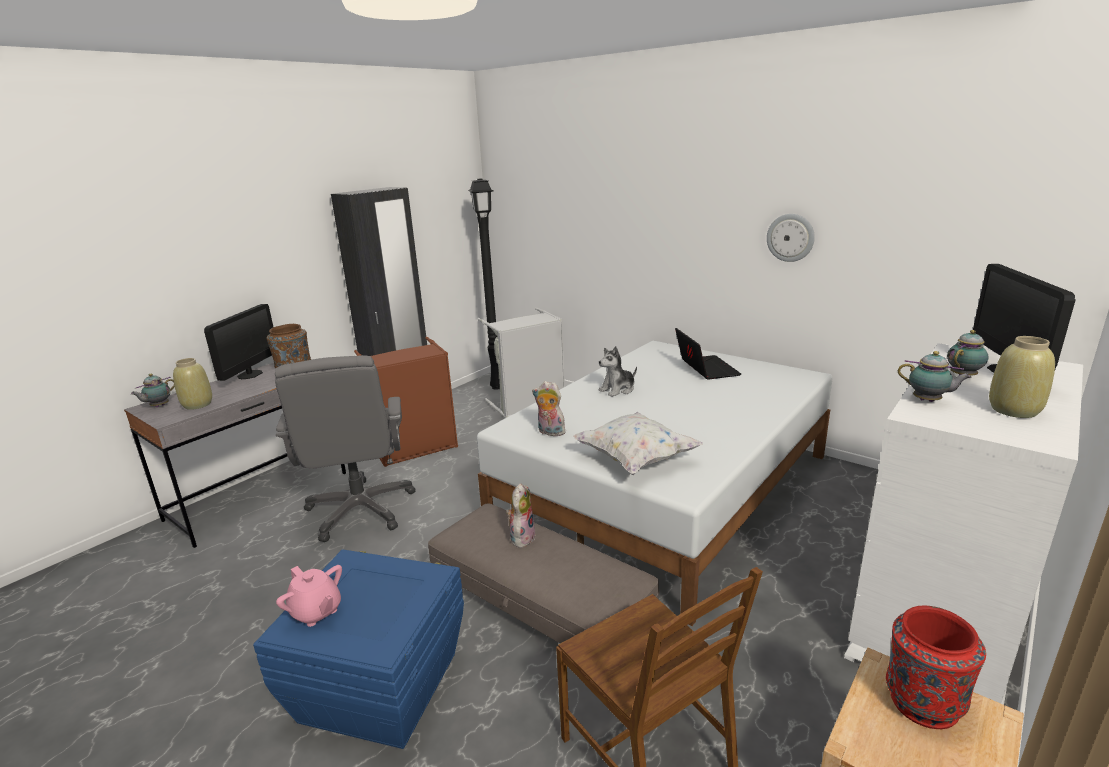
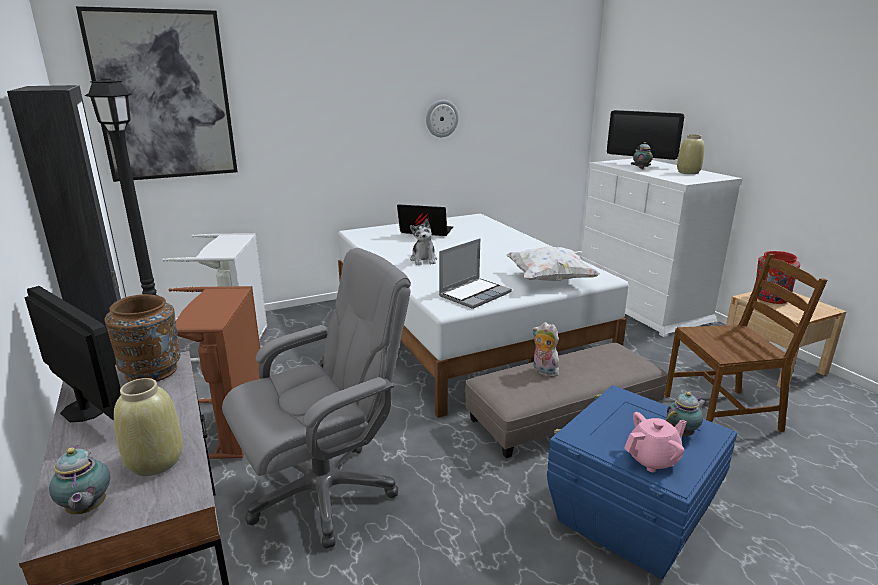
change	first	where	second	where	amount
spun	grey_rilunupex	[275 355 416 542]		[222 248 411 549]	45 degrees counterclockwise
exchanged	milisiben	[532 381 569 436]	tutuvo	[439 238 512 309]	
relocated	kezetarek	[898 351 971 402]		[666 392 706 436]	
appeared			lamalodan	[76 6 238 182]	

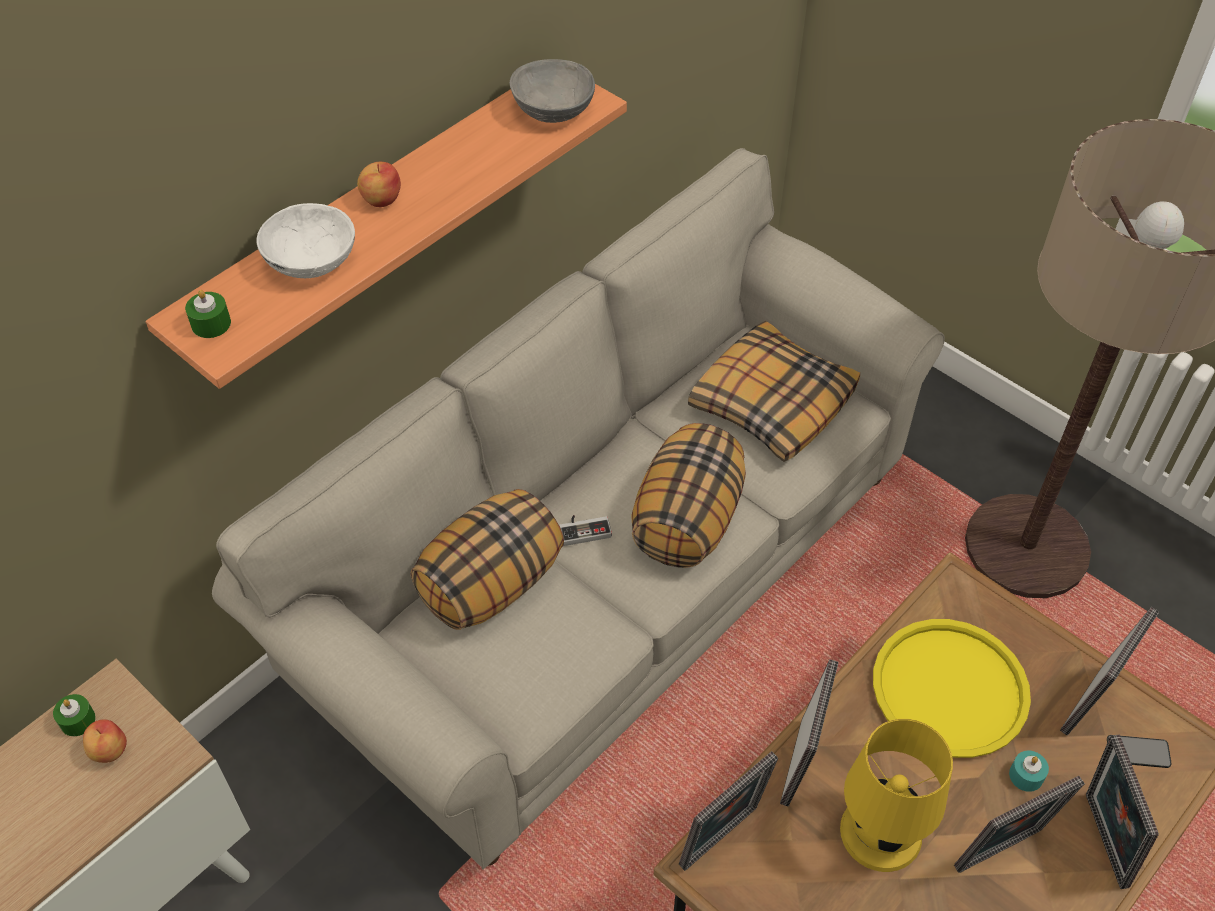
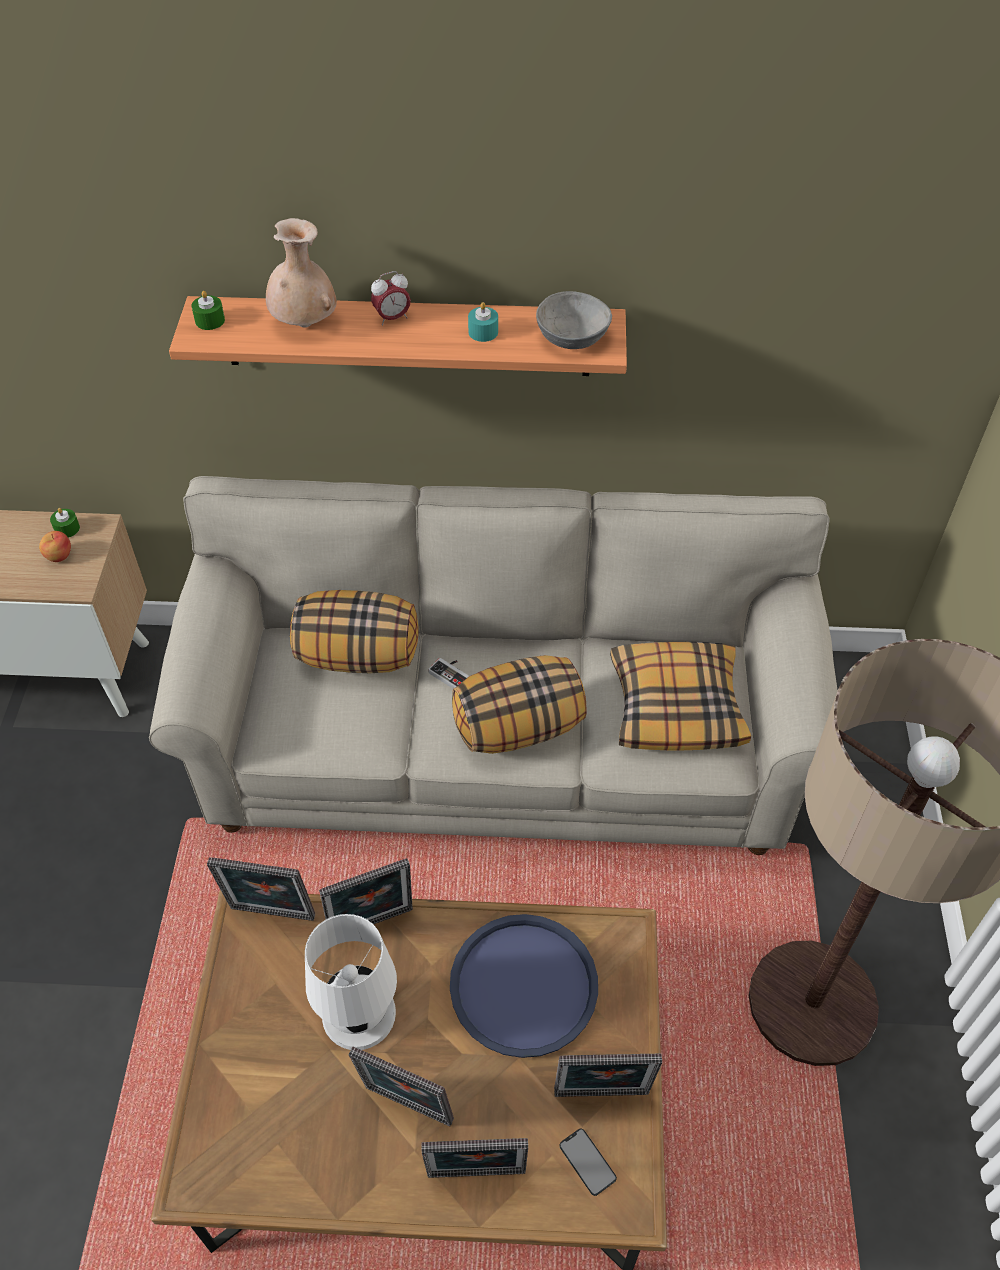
change	first	where	second	where	amount
exchanged	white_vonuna	[257 203 355 278]	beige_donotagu	[266 218 337 328]	
exchanged	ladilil	[357 162 401 207]	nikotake	[371 271 411 325]	
colour	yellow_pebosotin	[840 719 953 872]	white_pebosotin	[305 914 397 1050]	
colour	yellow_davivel	[873 619 1031 758]	blue_davivel	[450 914 598 1058]	
relocated	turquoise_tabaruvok	[1009 751 1049 792]		[468 302 498 342]	
spun	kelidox	[1086 735 1159 889]		[421 1138 528 1178]	135 degrees counterclockwise

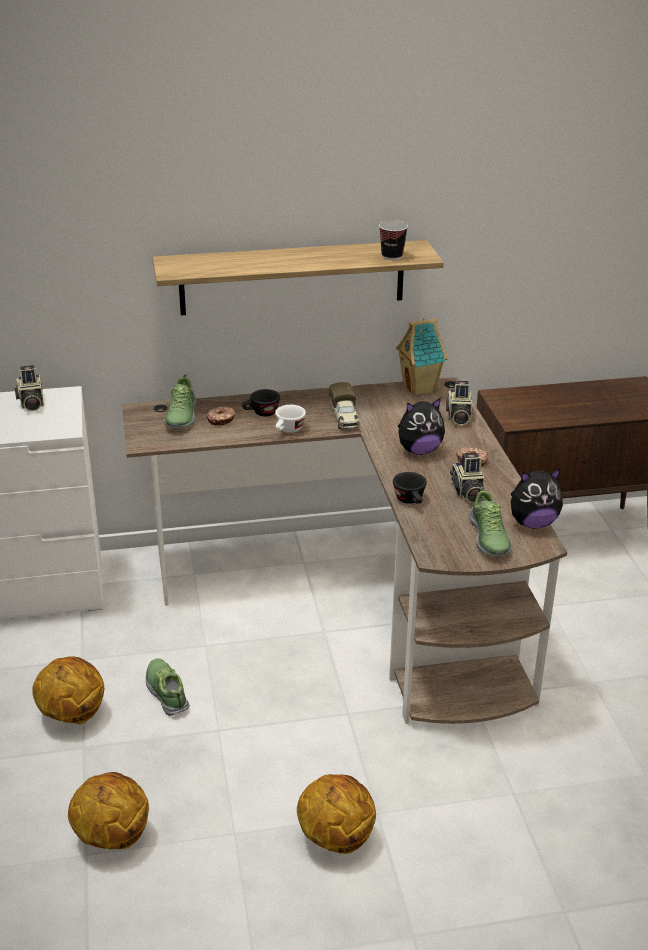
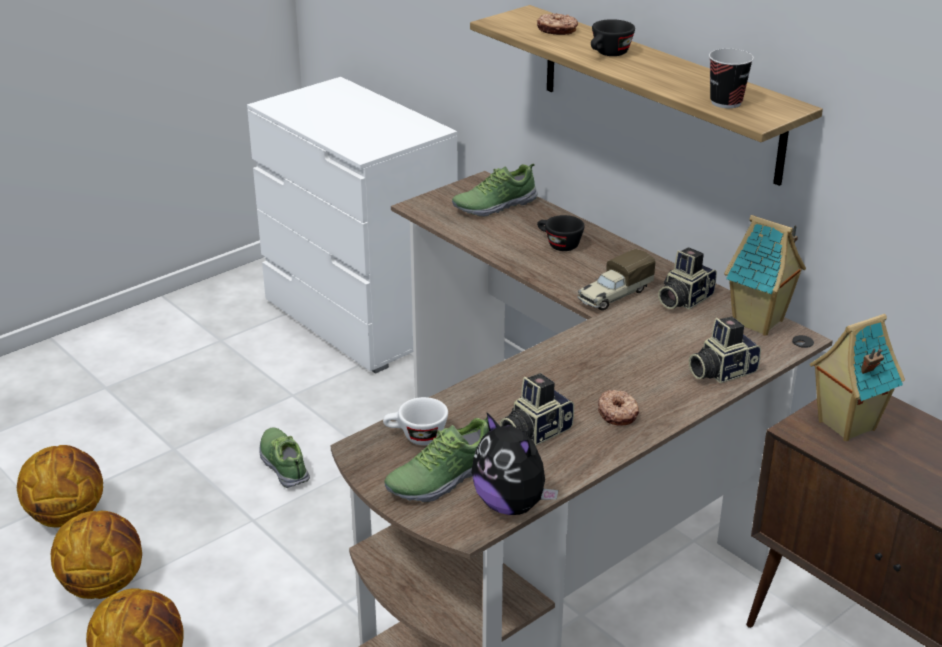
change	first	where	second	where	amount
relocated	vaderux	[15 365 44 412]		[658 248 717 310]	
relocated	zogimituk	[32 656 104 724]		[51 511 142 599]	
spun	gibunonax	[146 658 190 716]		[259 428 310 488]	60 degrees counterclockwise
relocated	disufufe	[206 407 236 425]		[537 13 578 35]	
relocated	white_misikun	[275 405 306 433]		[383 397 448 445]	
relocated	black_misikun	[393 472 427 504]		[591 19 635 56]	
missing	milisiben	[398 398 445 455]			
appeared			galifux	[810 314 905 441]	

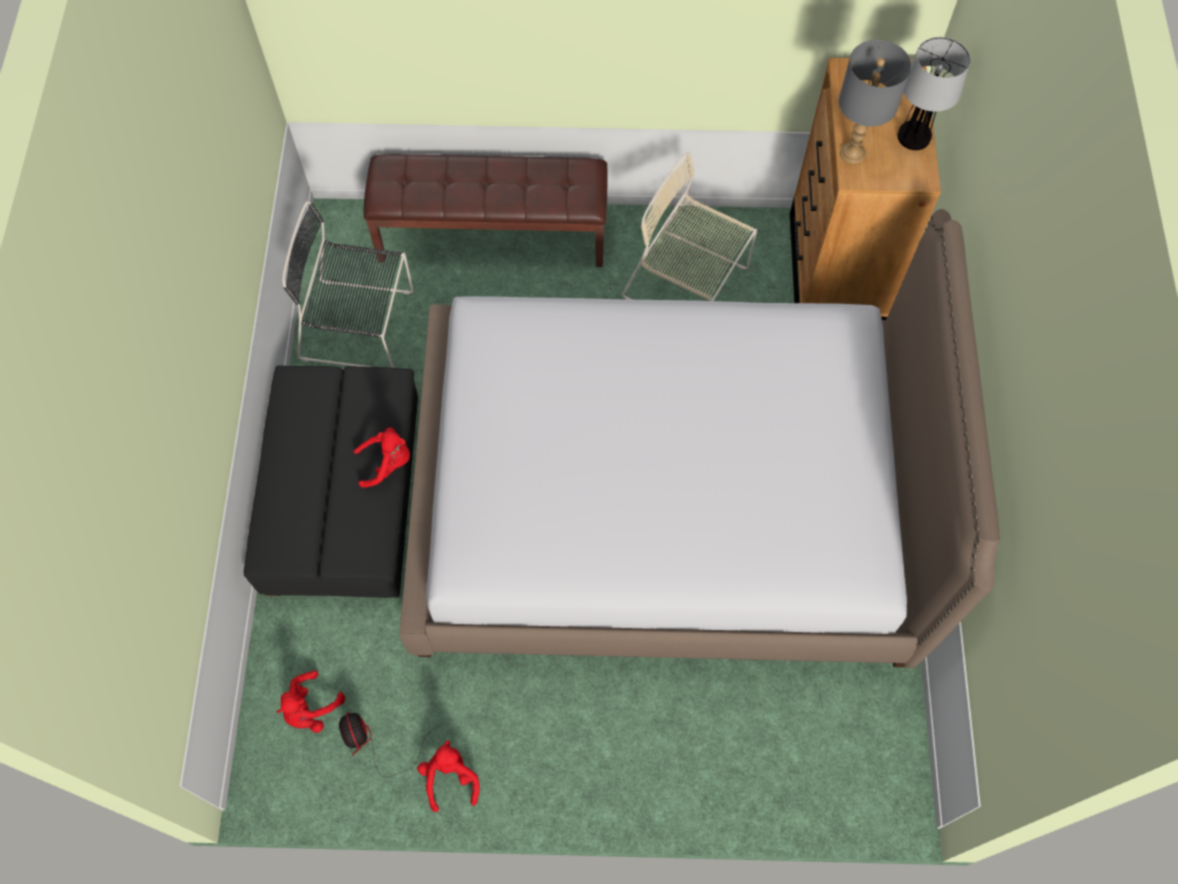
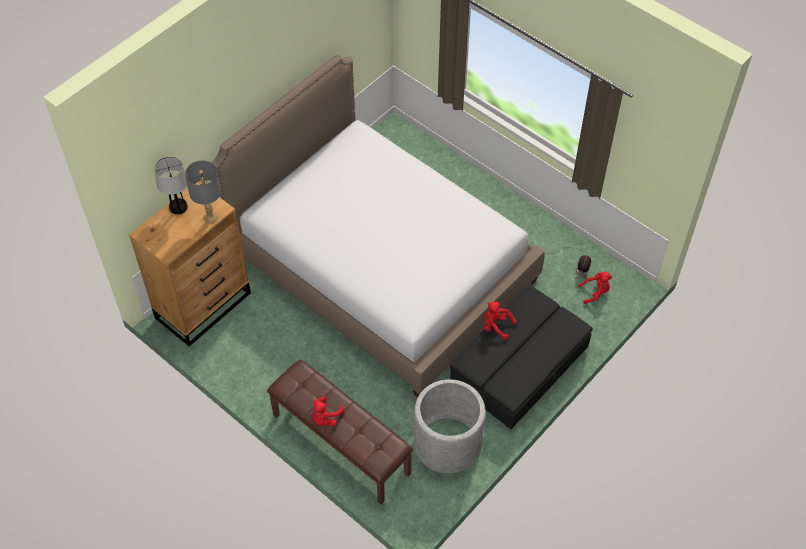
change	first	where	second	where	amount
exchanged	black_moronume	[282 201 414 368]	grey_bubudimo	[414 379 486 474]	
relocated	red_milisiben	[417 740 480 812]		[313 396 345 427]	
missing	beige_moronume	[622 152 757 301]			

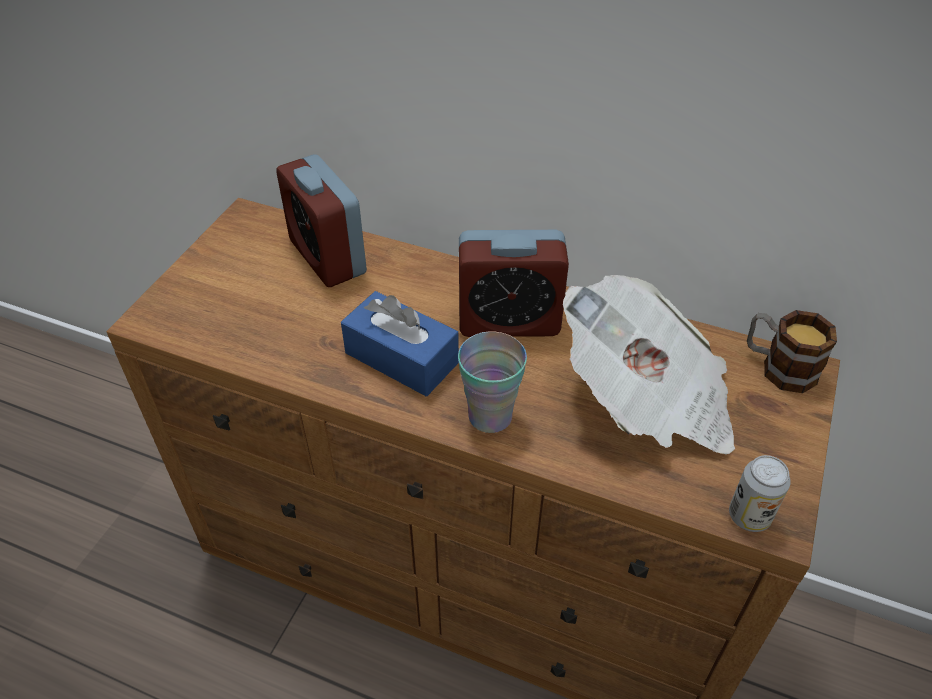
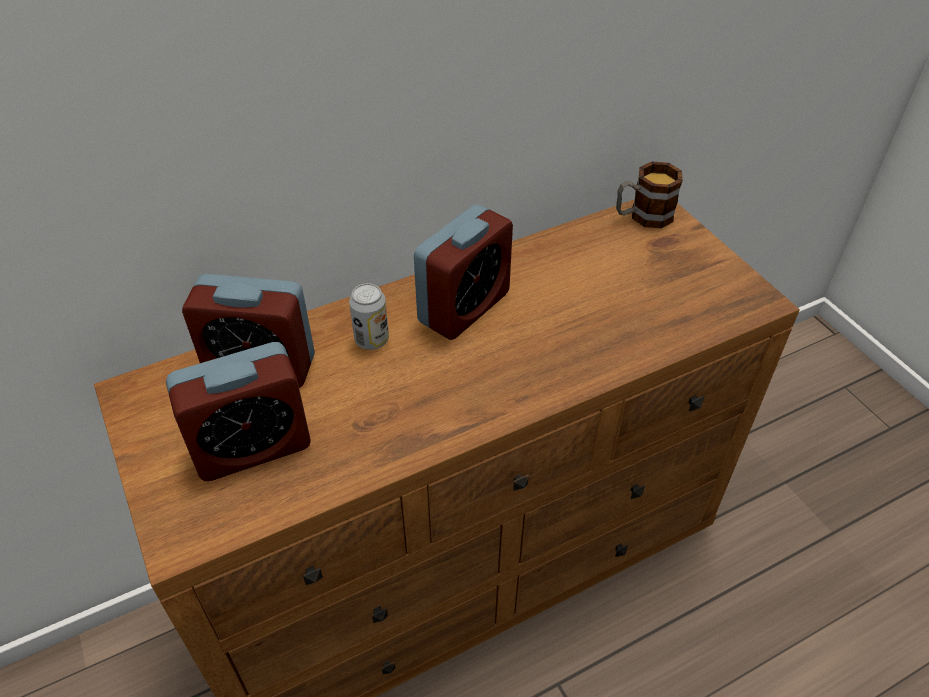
change	first	where	second	where	amount
missing	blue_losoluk	[341 291 459 396]			
missing	misikun	[458 332 527 433]			
missing	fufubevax	[563 275 735 454]			
relocated	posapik	[729 455 791 532]		[349 283 389 350]	
appeared			nikotake	[166 342 311 481]	

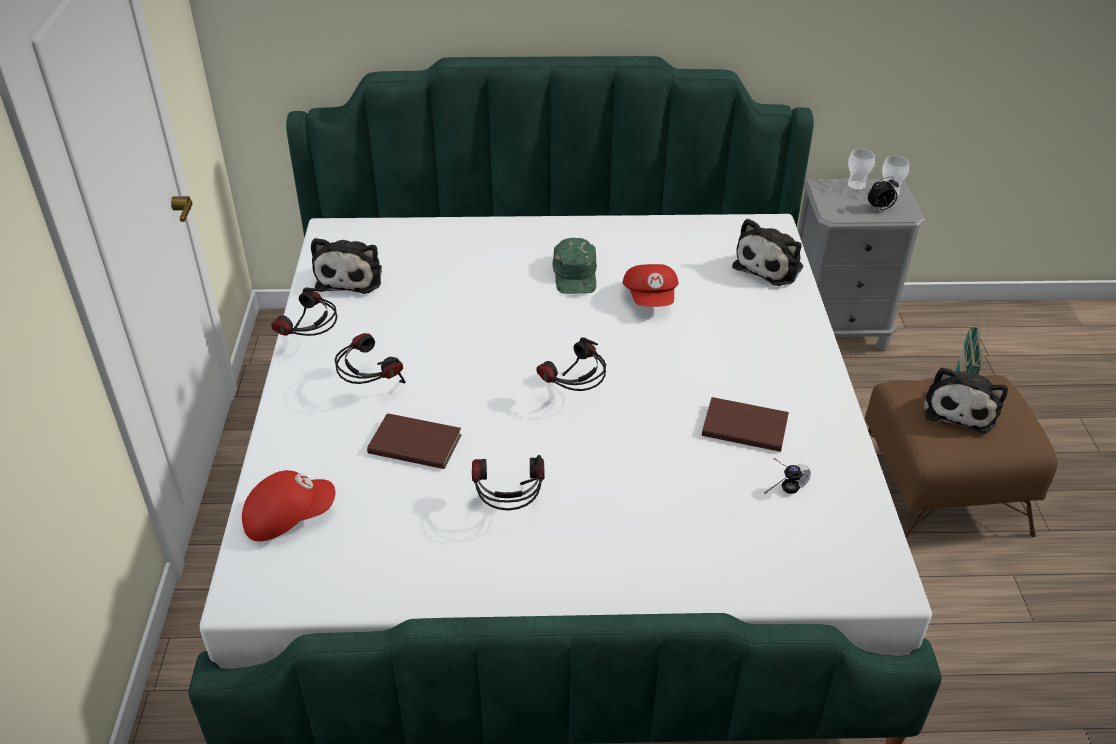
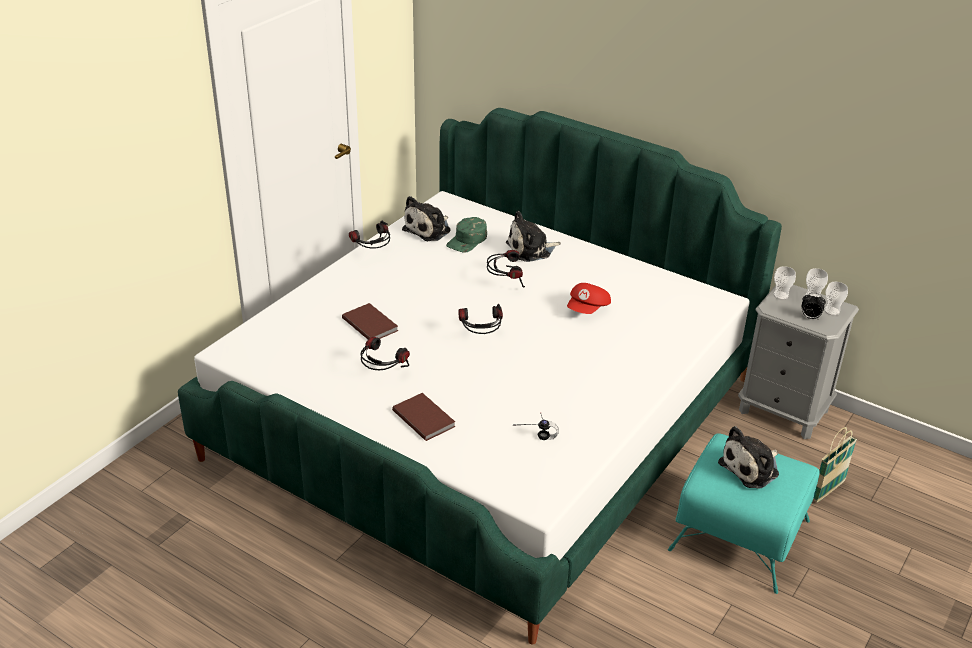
change	first	where	second	where	amount
missing	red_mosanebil	[242 470 336 542]			
relocated	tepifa	[335 333 406 384]		[487 250 525 287]	
relocated	green_mosanebil	[553 238 597 294]		[446 217 487 252]	
relocated	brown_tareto	[702 397 789 452]		[392 393 455 441]	
relocated	milisiben	[732 219 803 286]		[506 211 561 262]	
colour	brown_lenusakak	[865 375 1057 539]	turquoise_lenusakak	[668 433 820 594]	
appeared			misikun	[773 266 796 300]	

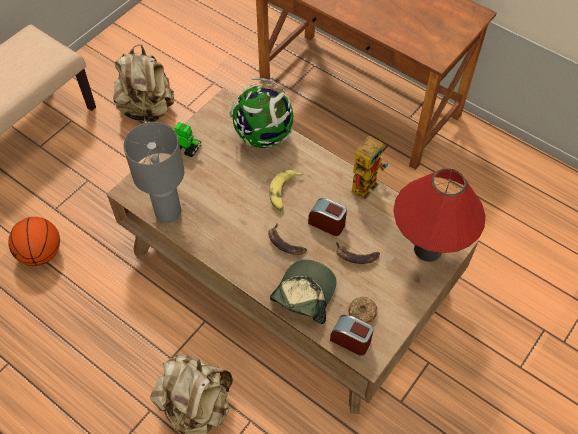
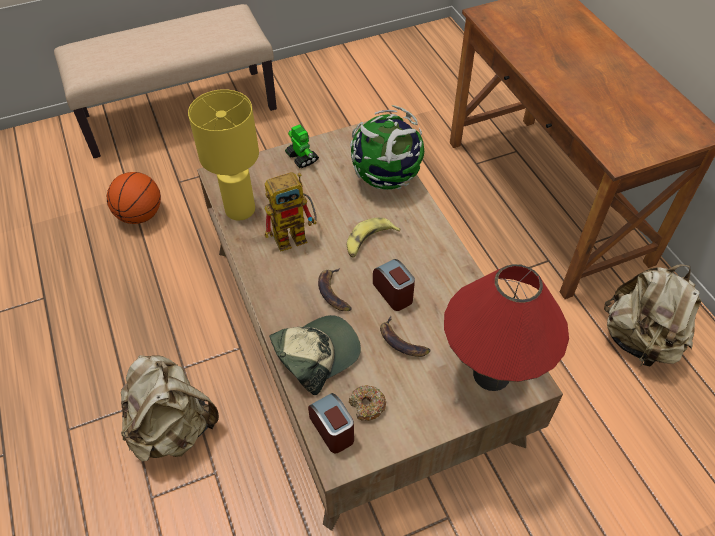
change	first	where	second	where	amount
relocated	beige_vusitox	[113 44 174 122]		[604 264 701 367]	
colour	grey_pebosotin	[123 122 184 223]	yellow_pebosotin	[188 89 259 221]	
relocated	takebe	[351 134 388 200]		[265 172 317 251]	

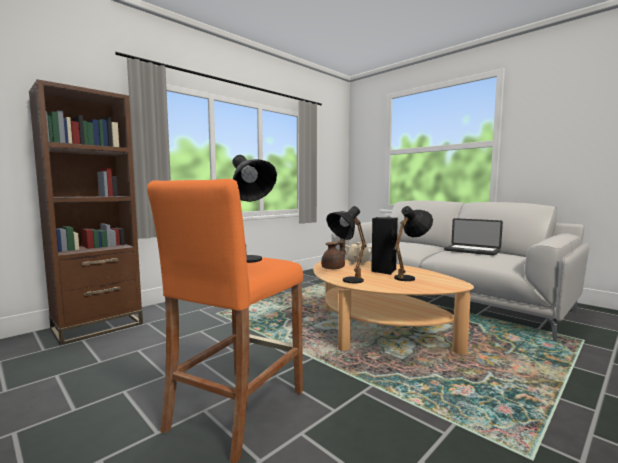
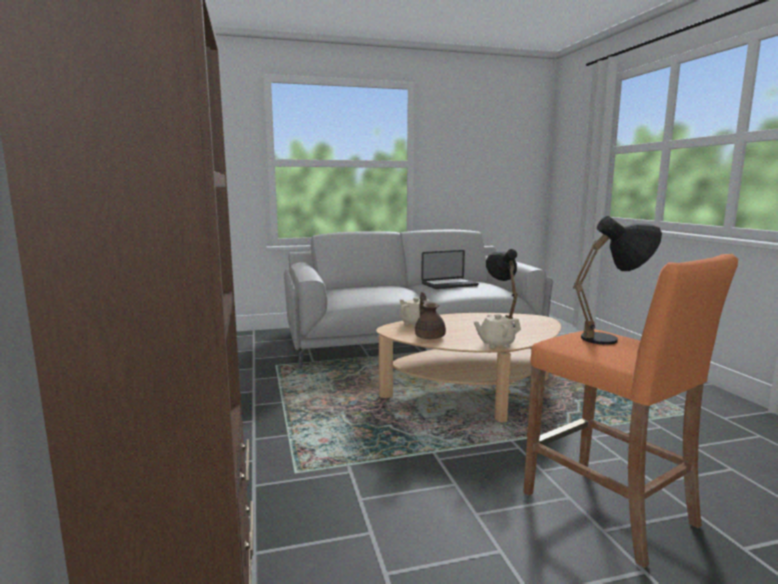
change	first	where	second	where	amount
exchanged	black_pebosotin	[327 206 367 283]	beige_kezetarek	[474 314 521 348]	
missing	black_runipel	[371 217 398 275]			

